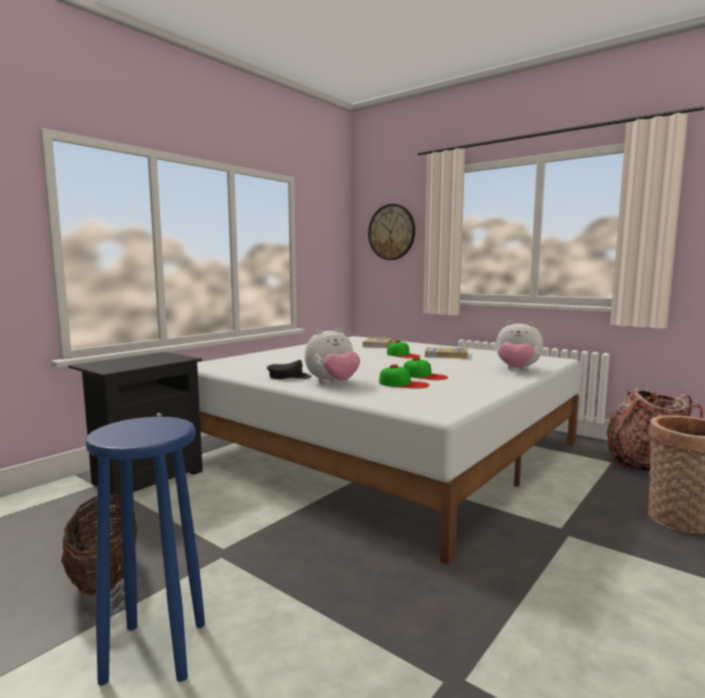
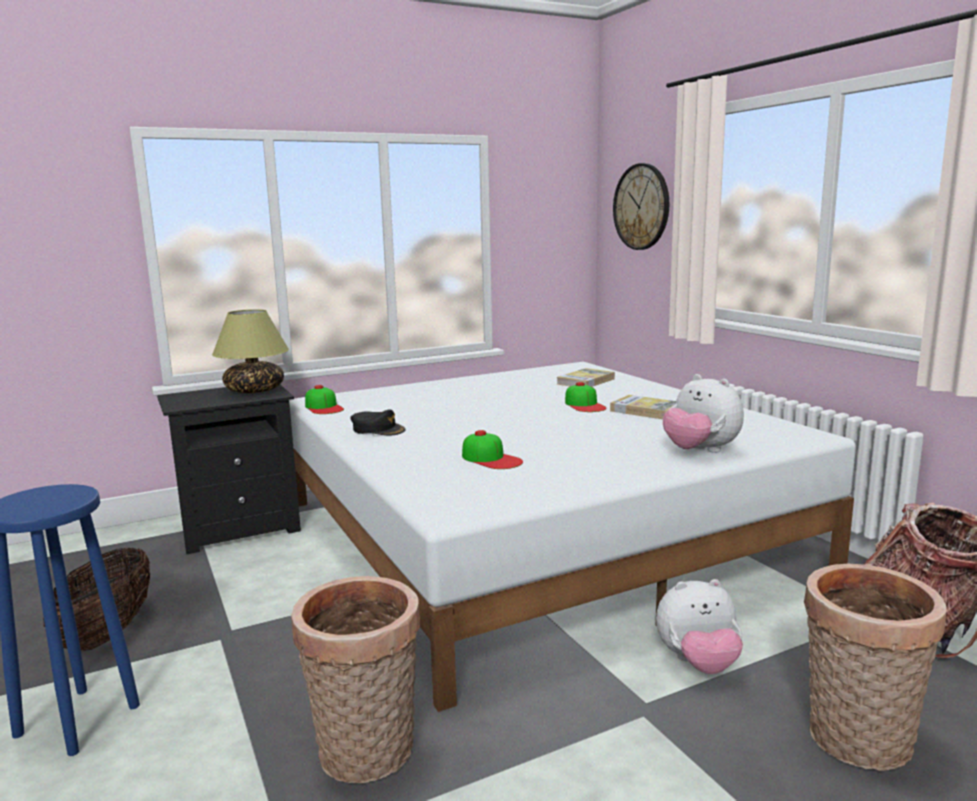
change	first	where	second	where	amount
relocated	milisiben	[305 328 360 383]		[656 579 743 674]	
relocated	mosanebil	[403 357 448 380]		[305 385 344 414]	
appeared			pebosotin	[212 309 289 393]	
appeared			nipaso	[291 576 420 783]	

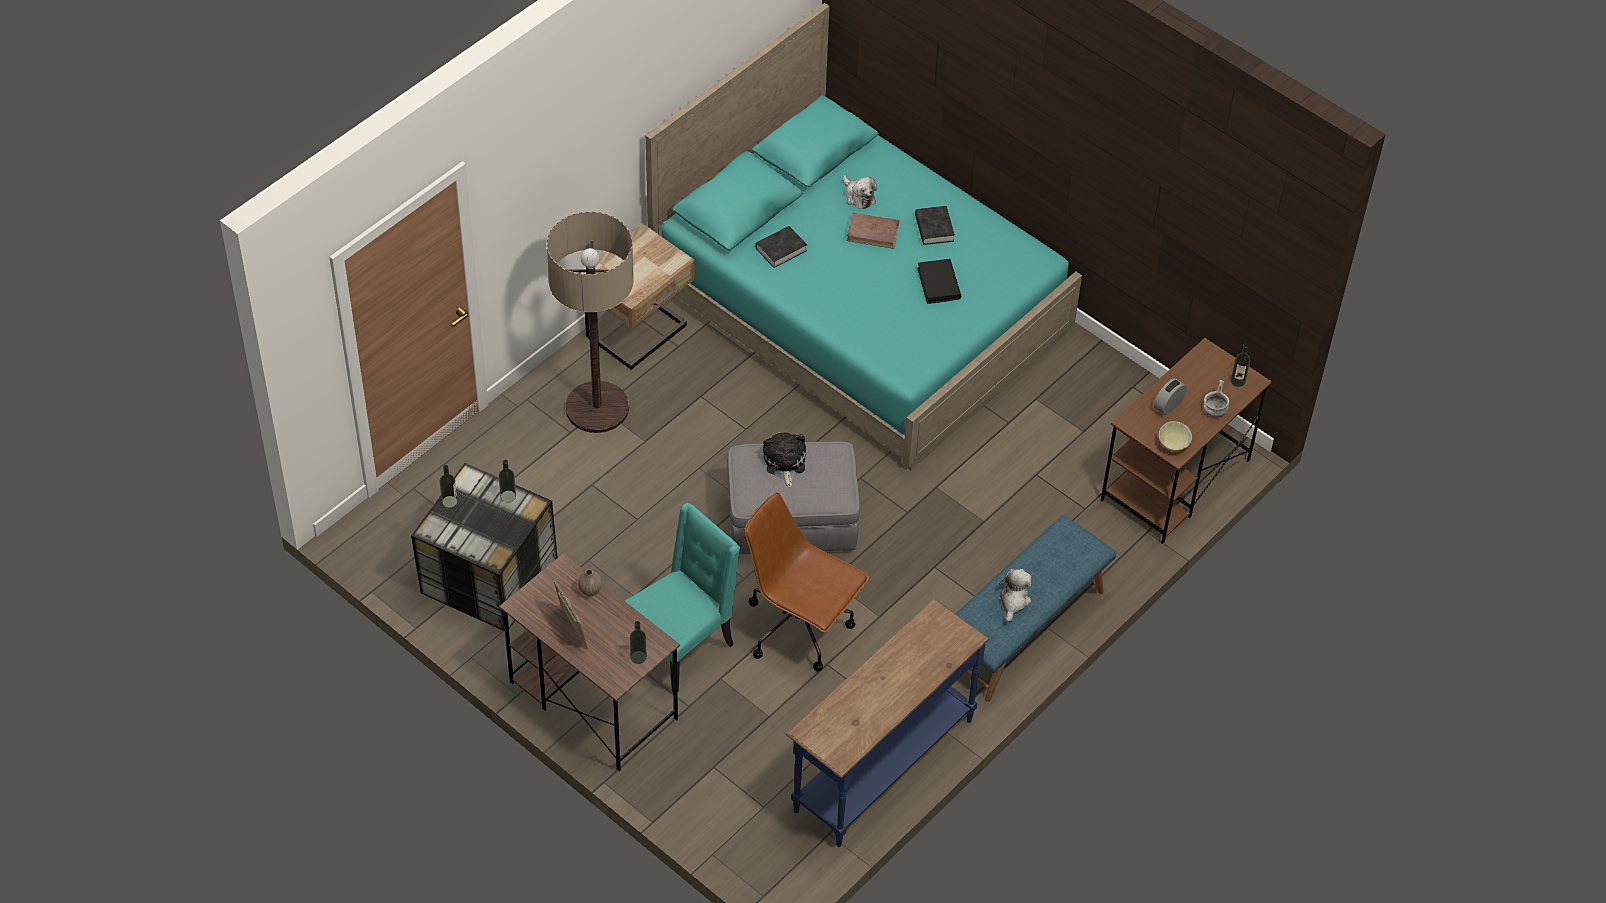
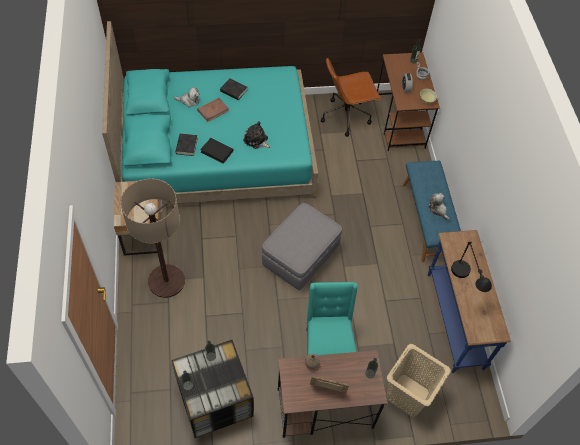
change	first	where	second	where	amount
relocated	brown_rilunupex	[744 492 869 672]		[321 58 381 137]	
relocated	milisiben	[763 432 806 487]		[243 121 271 149]	
relocated	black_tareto	[917 259 961 304]		[200 138 234 164]	
appeared			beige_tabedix	[386 344 451 417]	
appeared			black_pebosotin	[451 242 492 292]	

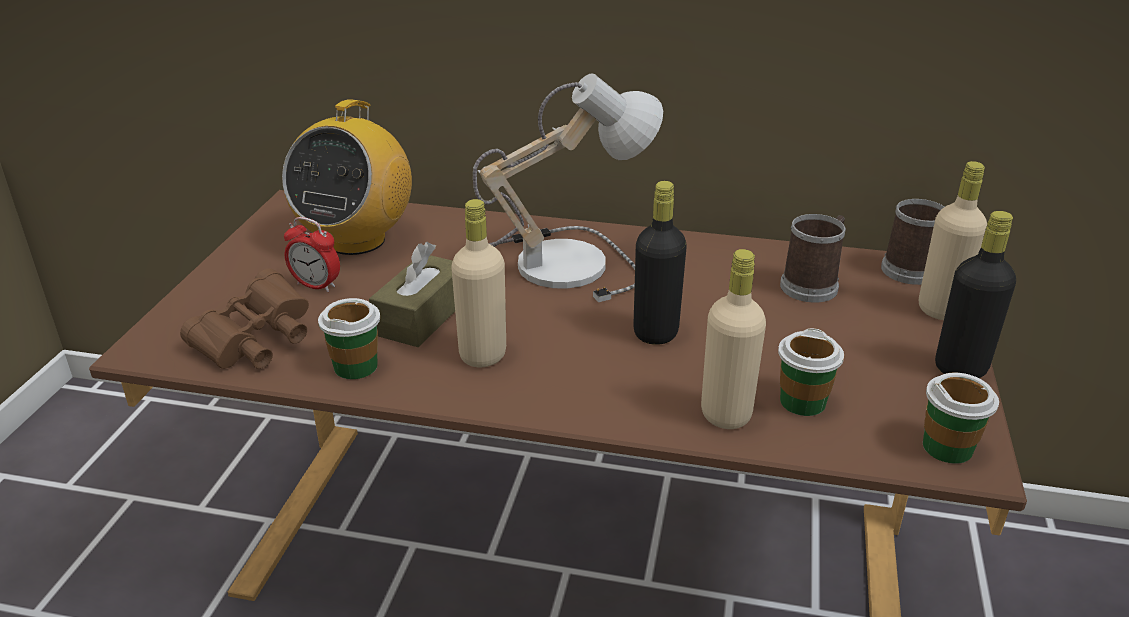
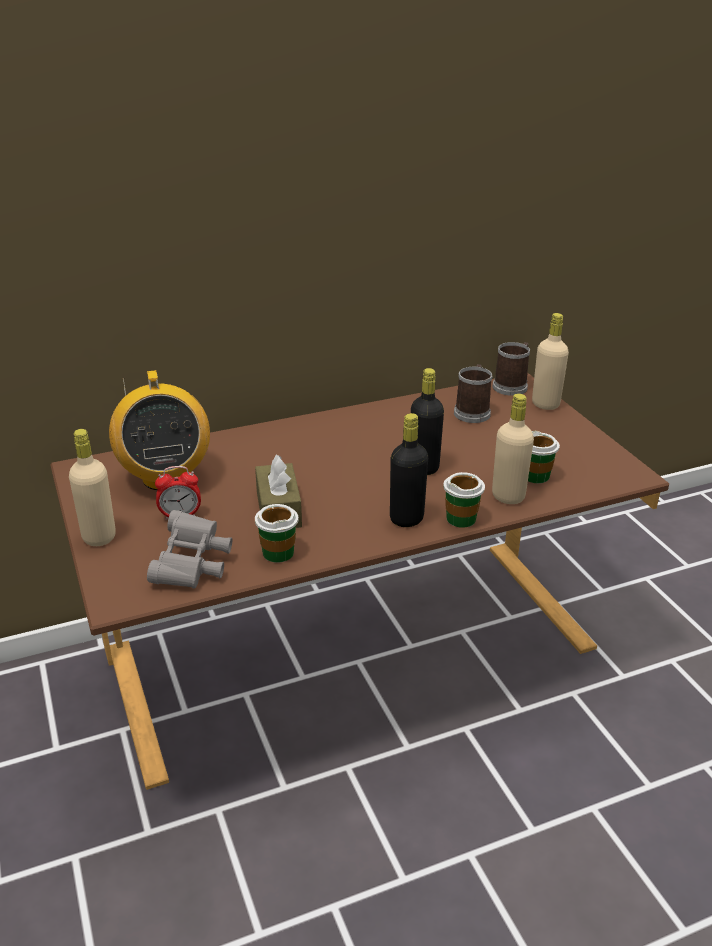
change	first	where	second	where	amount
colour	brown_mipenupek	[180 269 309 369]	grey_mipenupek	[147 510 232 589]	
relocated	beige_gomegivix	[451 199 506 367]		[69 429 116 546]	
missing	pebosotin	[473 73 663 302]			
relocated	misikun	[923 372 999 464]		[443 472 485 528]	
relocated	black_gomegivix	[935 211 1016 378]		[390 413 428 527]	

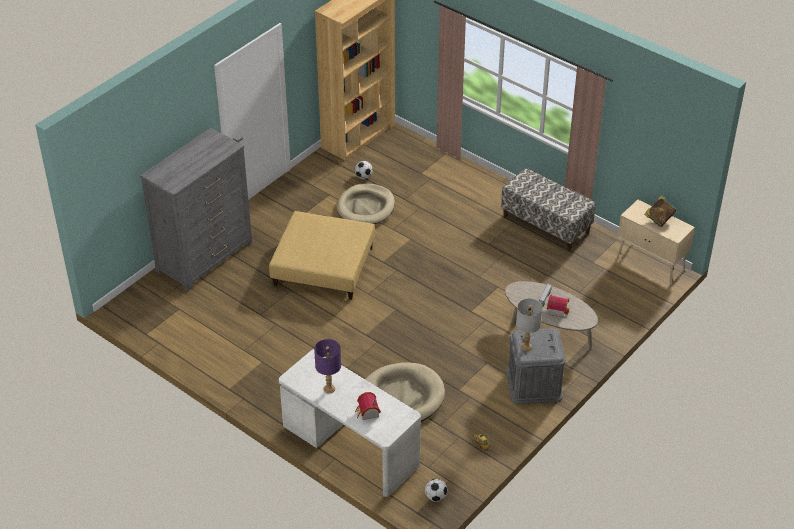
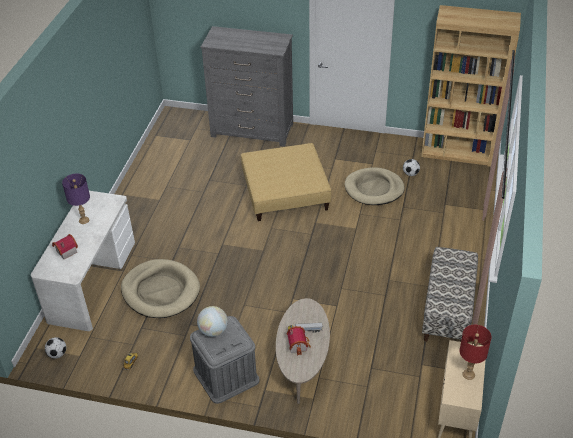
change	first	where	second	where	amount
exchanged	grey_pebosotin	[516 298 543 351]	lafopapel	[197 306 228 337]	
exchanged	tareto	[644 195 676 227]	red_pebosotin	[459 325 491 380]	

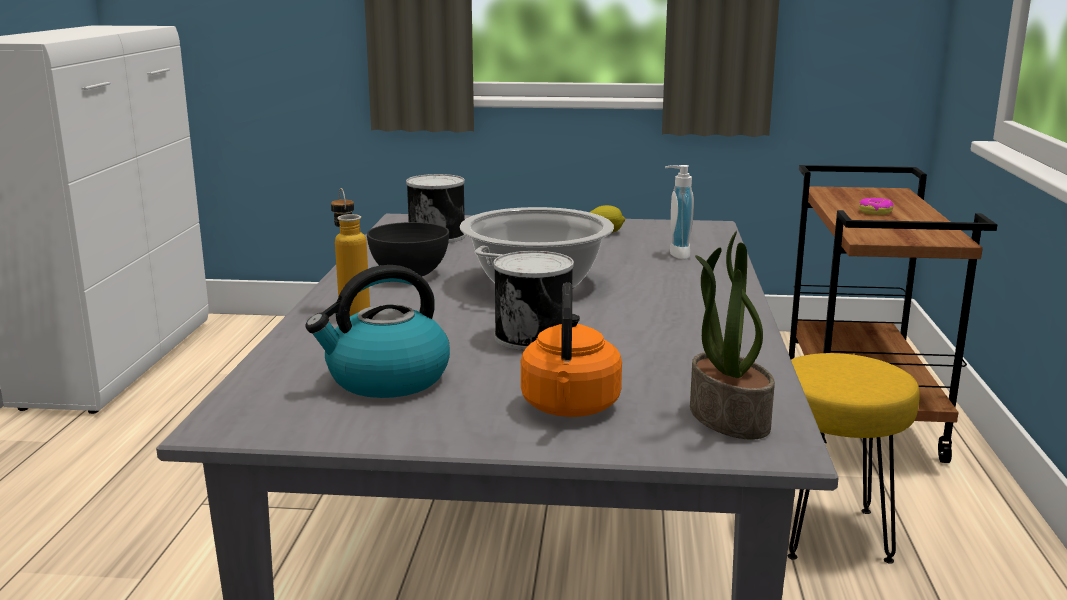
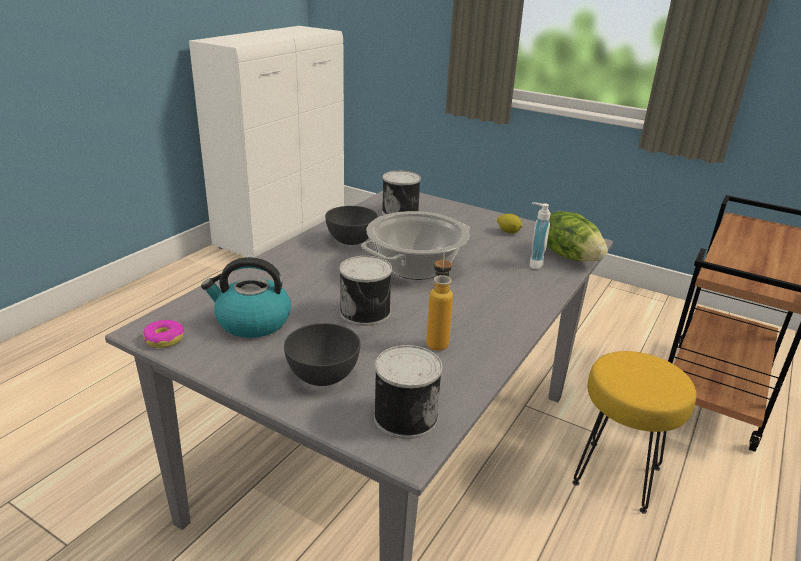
change	first	where	second	where	amount
relocated	gomegivix	[331 188 370 316]		[426 253 453 351]	
exchanged	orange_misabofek	[521 282 622 417]	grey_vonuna	[284 323 360 386]	
exchanged	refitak	[690 231 775 440]	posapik	[374 345 442 439]	
relocated	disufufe	[859 198 894 215]		[143 320 184 348]	
appeared			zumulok	[547 211 608 261]	

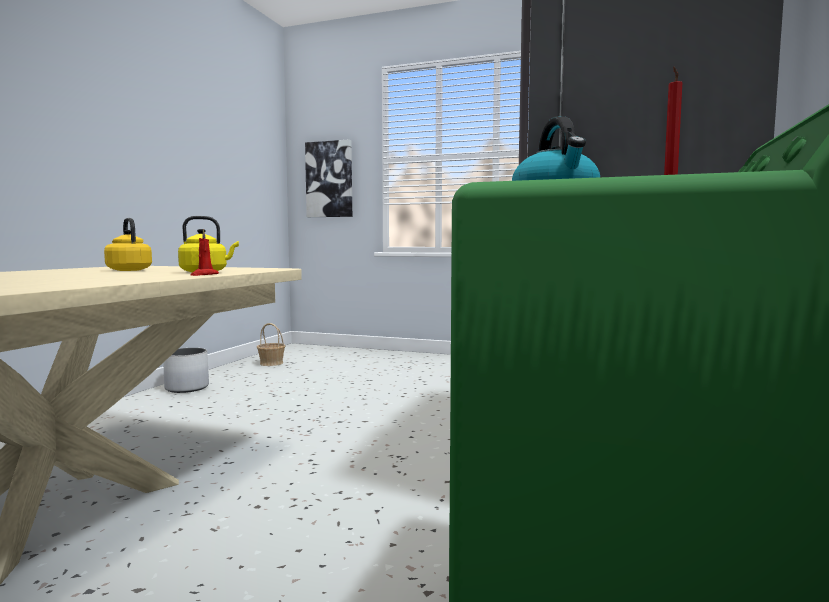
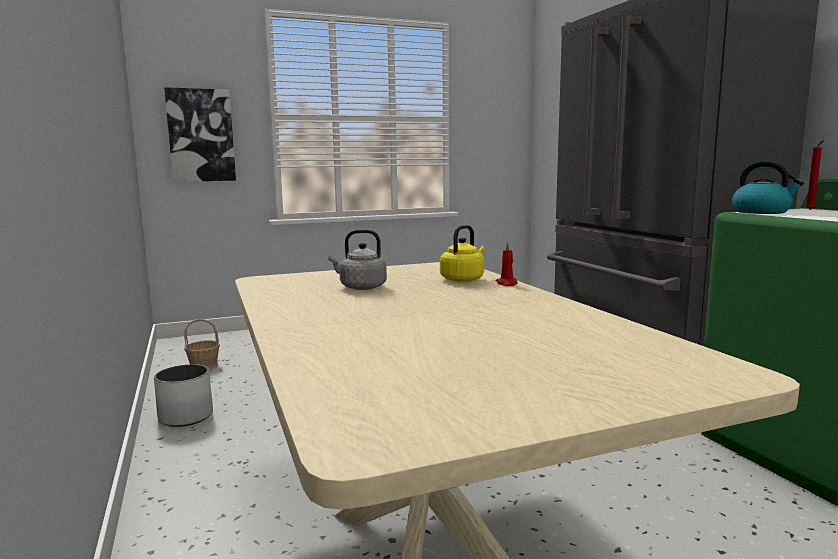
change	first	where	second	where	amount
colour	yellow_misabofek	[104 218 152 271]	grey_misabofek	[328 230 387 290]	

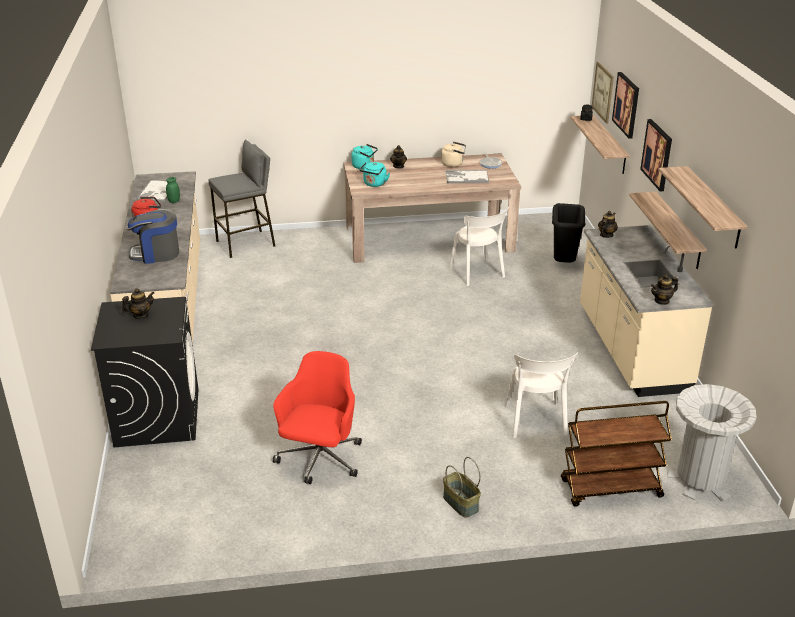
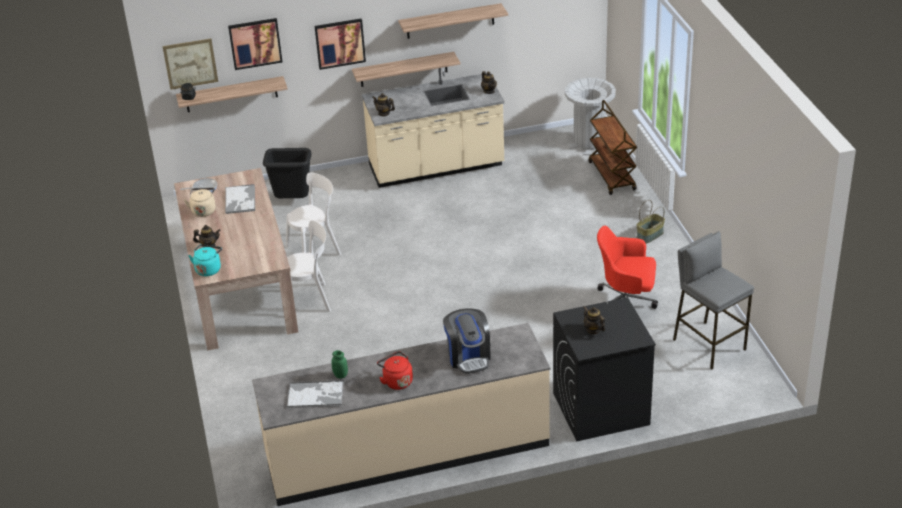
change	first	where	second	where	amount
relocated	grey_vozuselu	[208 140 275 258]		[673 231 754 369]	
missing	turquoise_misabofek	[360 162 390 187]			
relocated	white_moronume	[505 352 578 438]		[287 220 331 311]	

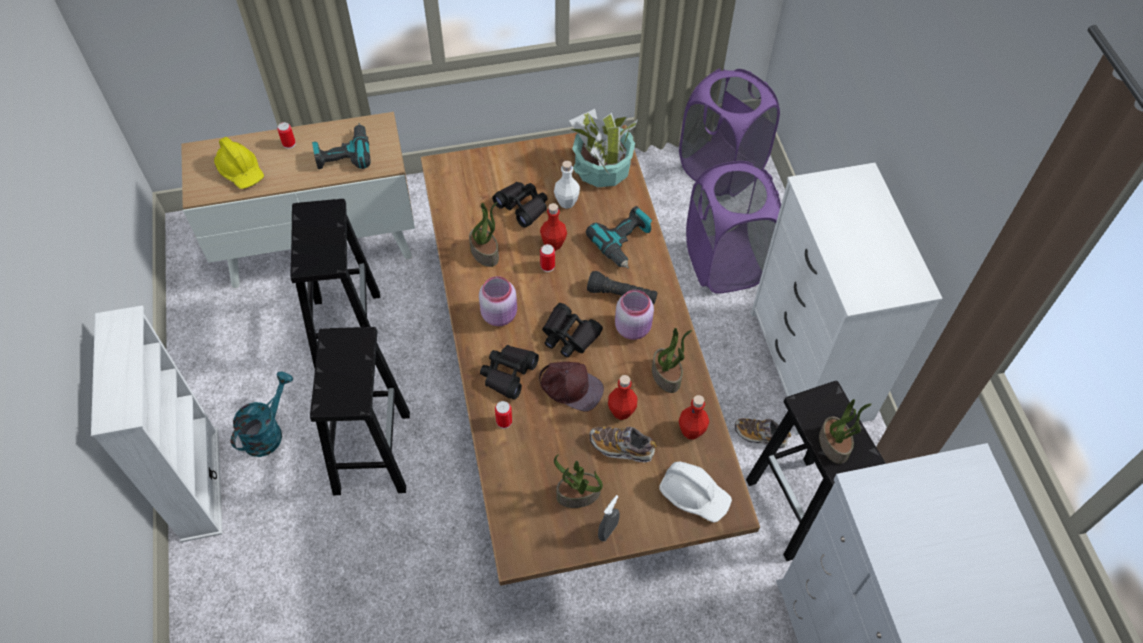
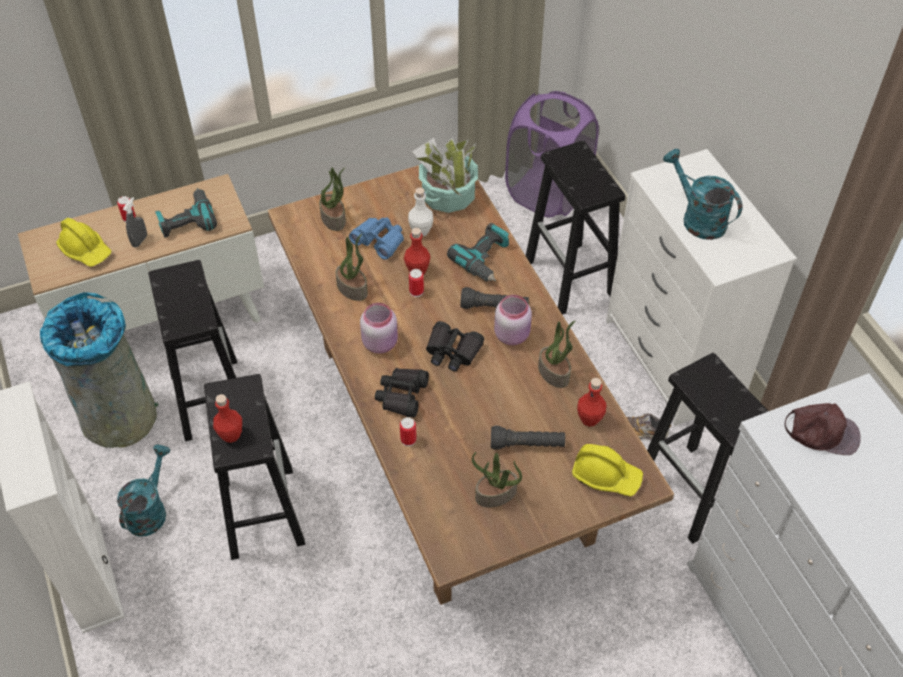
change	first	where	second	where	amount
colour	black_mipenupek	[492 182 547 228]	blue_mipenupek	[349 218 404 260]	
relocated	brown_mosanebil	[539 362 604 412]		[784 403 861 455]	
exchanged	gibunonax	[589 426 657 463]	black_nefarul	[491 426 565 450]	
relocated	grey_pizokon	[598 495 620 541]		[123 197 147 248]	
relocated	red_gomegivix	[608 375 637 420]		[213 394 242 443]	
colour	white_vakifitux	[659 461 732 523]	yellow_vakifitux	[572 444 643 496]	
exchanged	purple_tabedix	[686 161 781 294]	black_vozuselu	[526 141 625 315]	
relocated	refitak	[819 399 872 464]		[319 167 346 231]	
appeared			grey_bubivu	[40 292 158 448]	
appeared			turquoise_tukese	[663 149 743 240]	

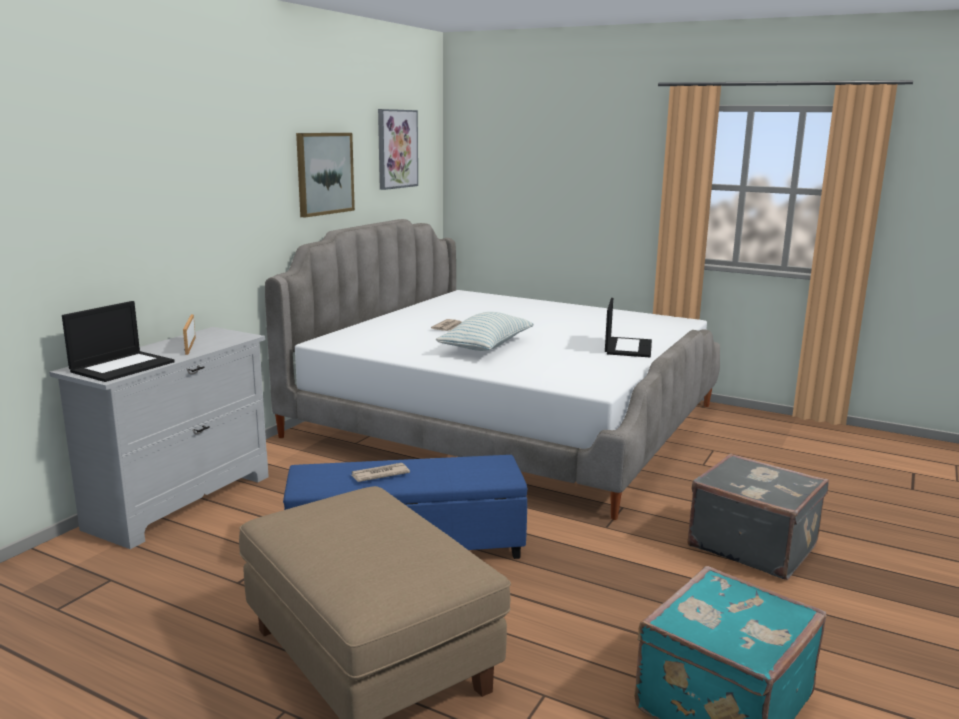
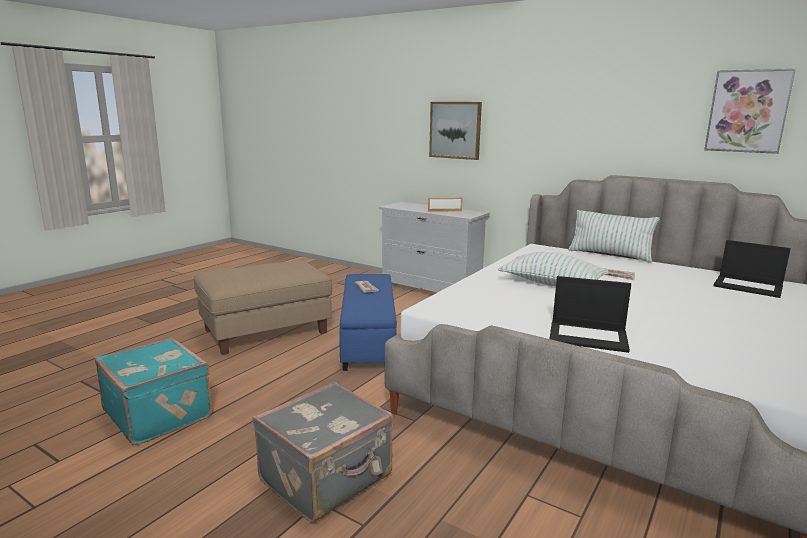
change	first	where	second	where	amount
relocated	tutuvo	[62 301 175 382]		[713 240 791 298]	
relocated	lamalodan	[296 133 355 218]		[429 102 482 160]	
appeared			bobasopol	[568 210 660 263]	

